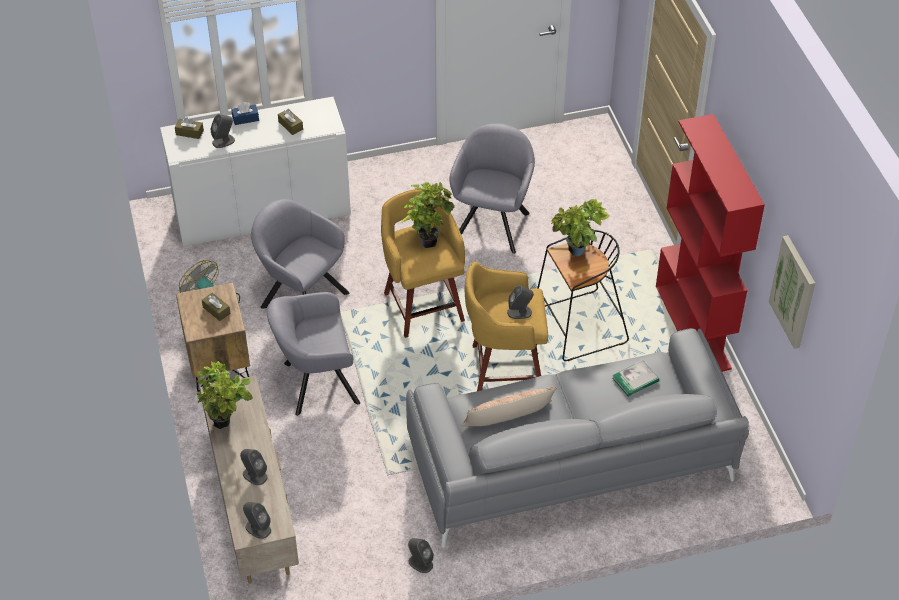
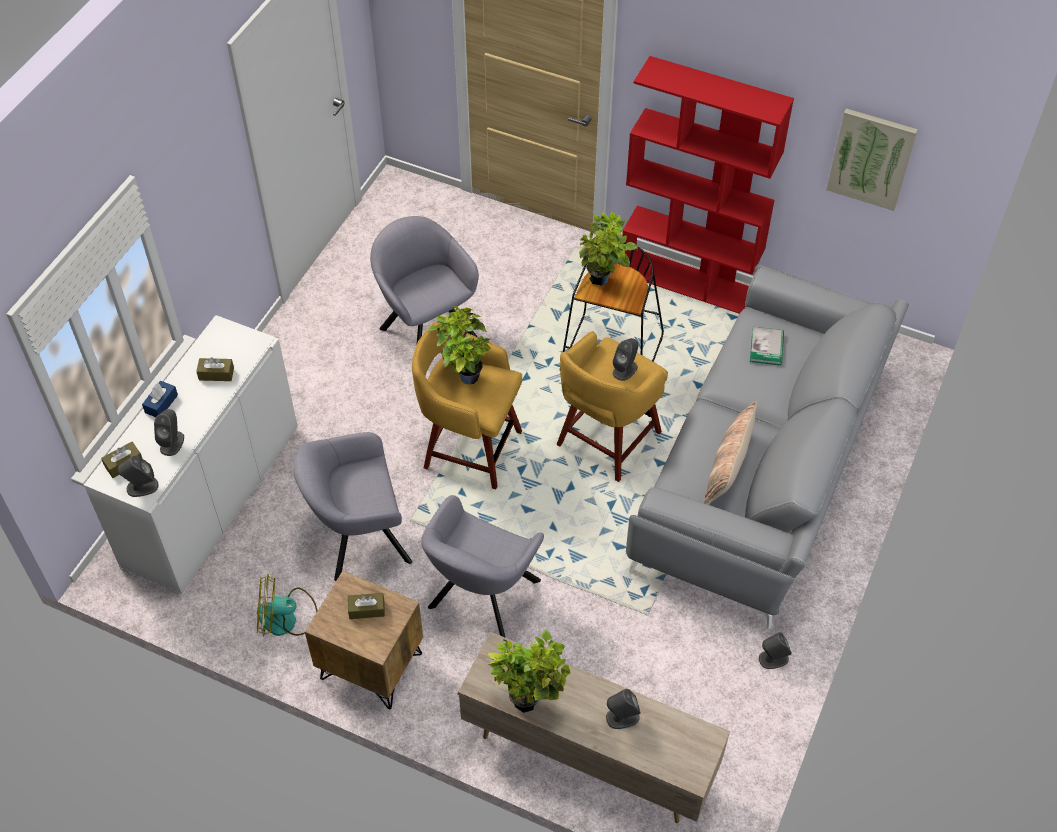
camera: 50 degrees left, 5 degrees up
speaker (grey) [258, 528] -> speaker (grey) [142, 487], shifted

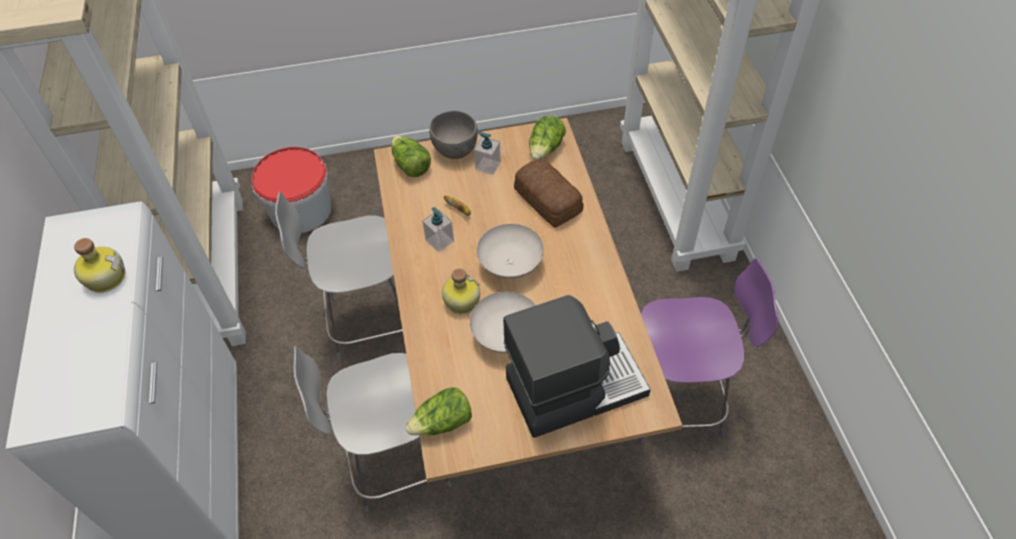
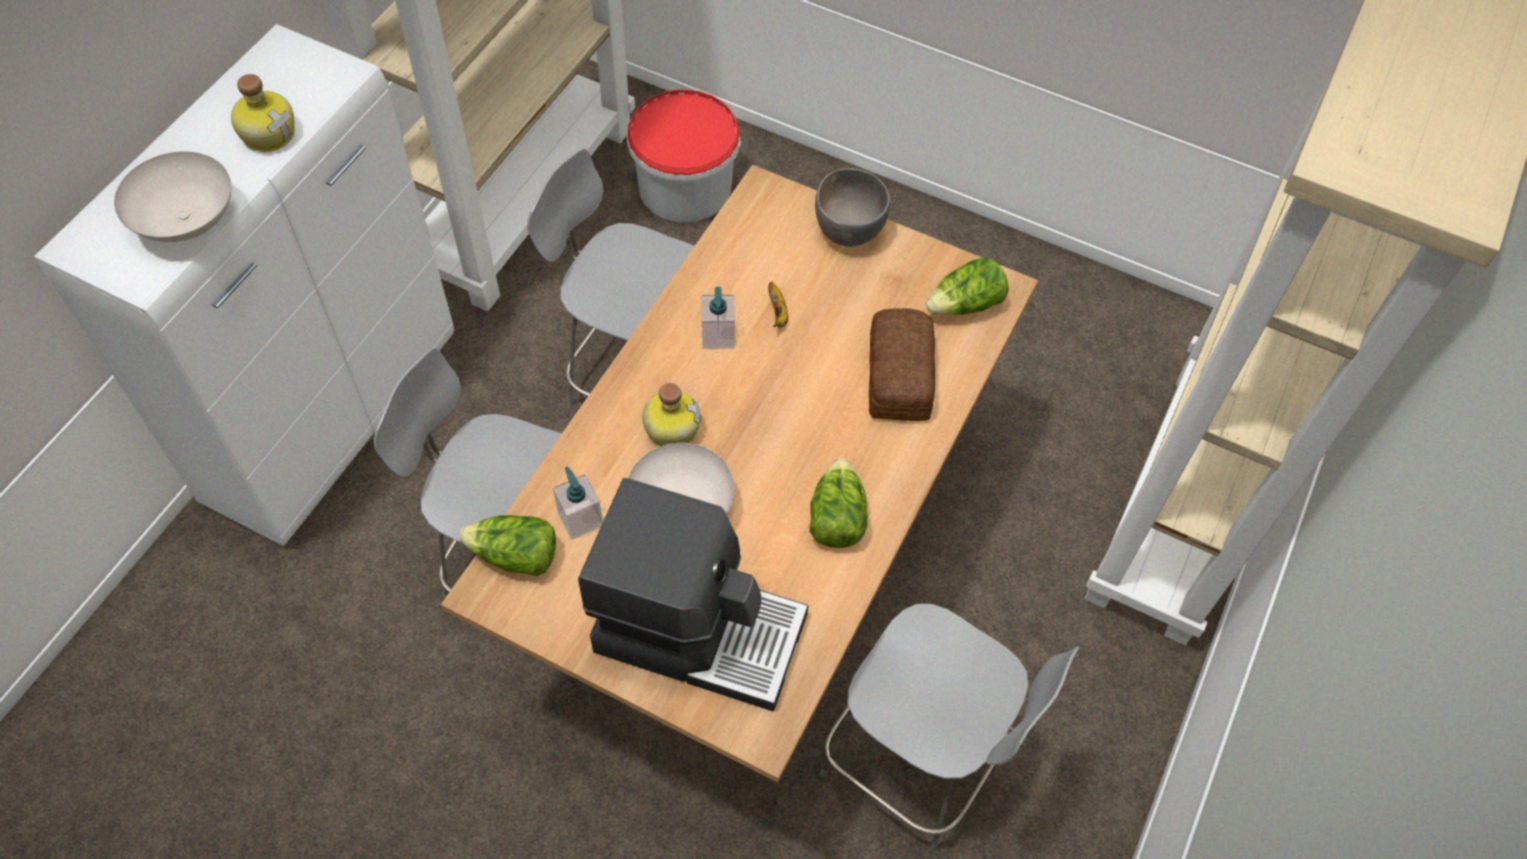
camera: 35 degrees right, 5 degrees up
lettuce [410, 165] -> lettuce [836, 517], shifted
soap dispenser [488, 166] -> soap dispenser [580, 519], shifted
bowl (white) [510, 265] -> bowl (white) [185, 222], shifted
chair (purple) [675, 401] -> chair (grey) [916, 763]

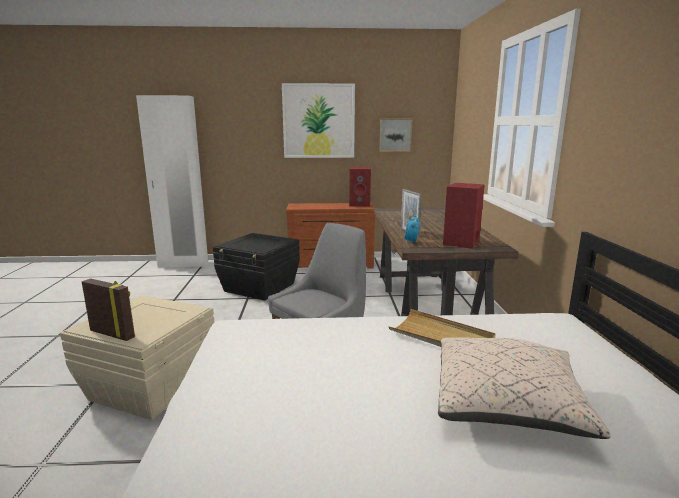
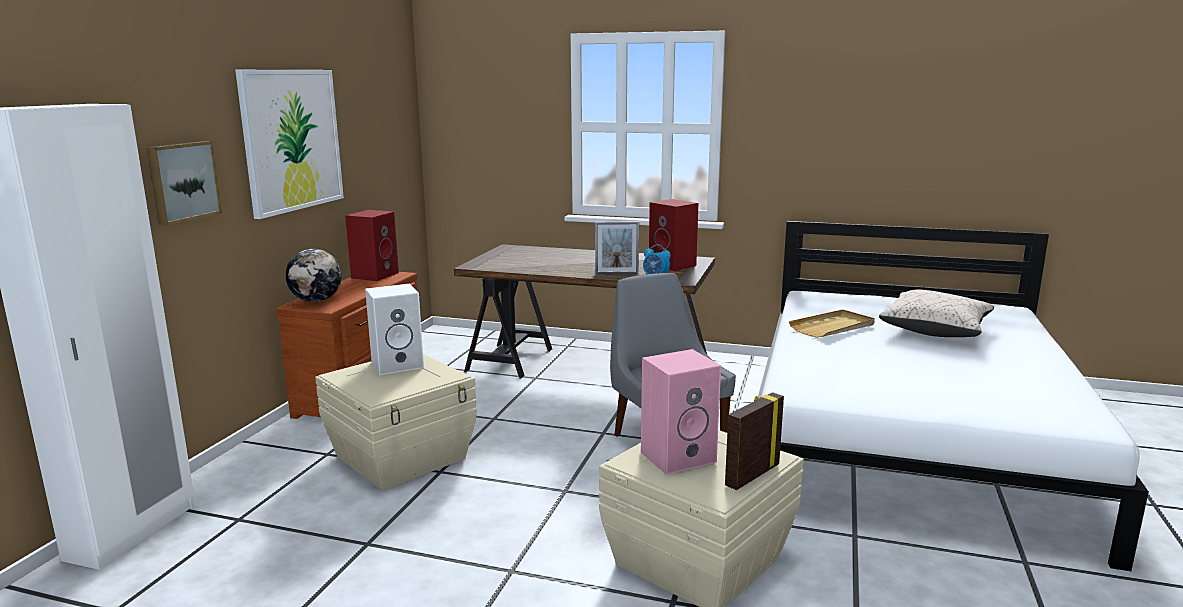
camera: 70 degrees left, 0 degrees up
none -> globe [316, 301]
none -> speaker (white) [398, 364]
none -> speaker (pink) [679, 456]
picture [395, 134] -> picture [182, 181], shifted
storage box (black) [259, 287] -> storage box (beige) [402, 457]

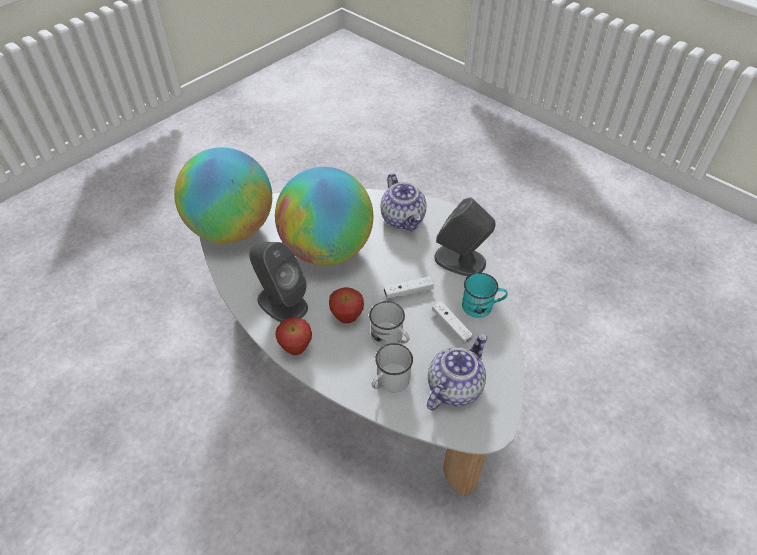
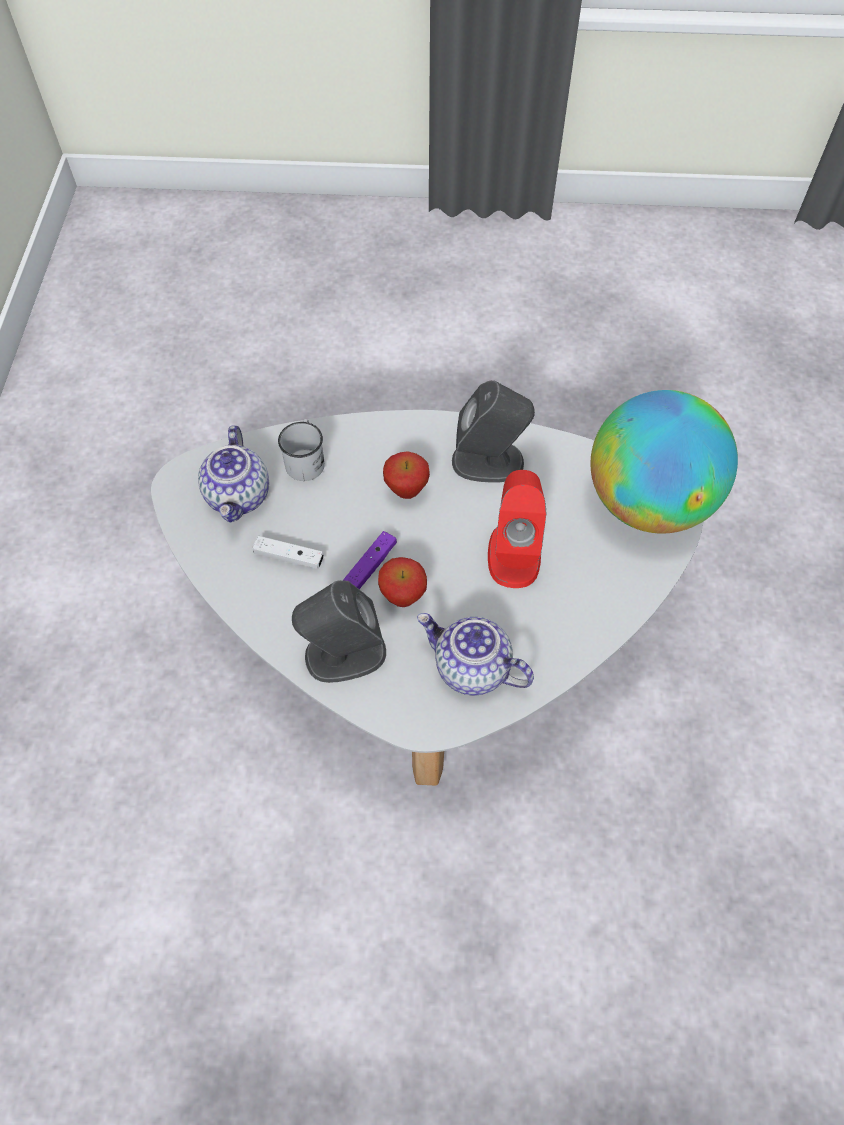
camera: 140 degrees right, 10 degrees up
mug (white) [390, 338] -> none
mug (turquoise) [482, 306] -> none
apple [296, 349] -> apple [403, 597], shifted
globe [327, 250] -> speaker (red) [514, 553]
game controller (white) [408, 291] -> game controller (purple) [370, 566]

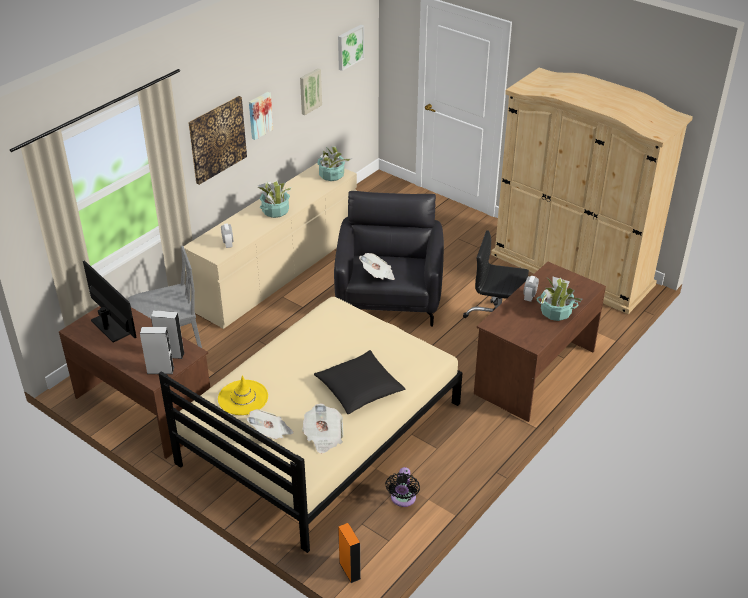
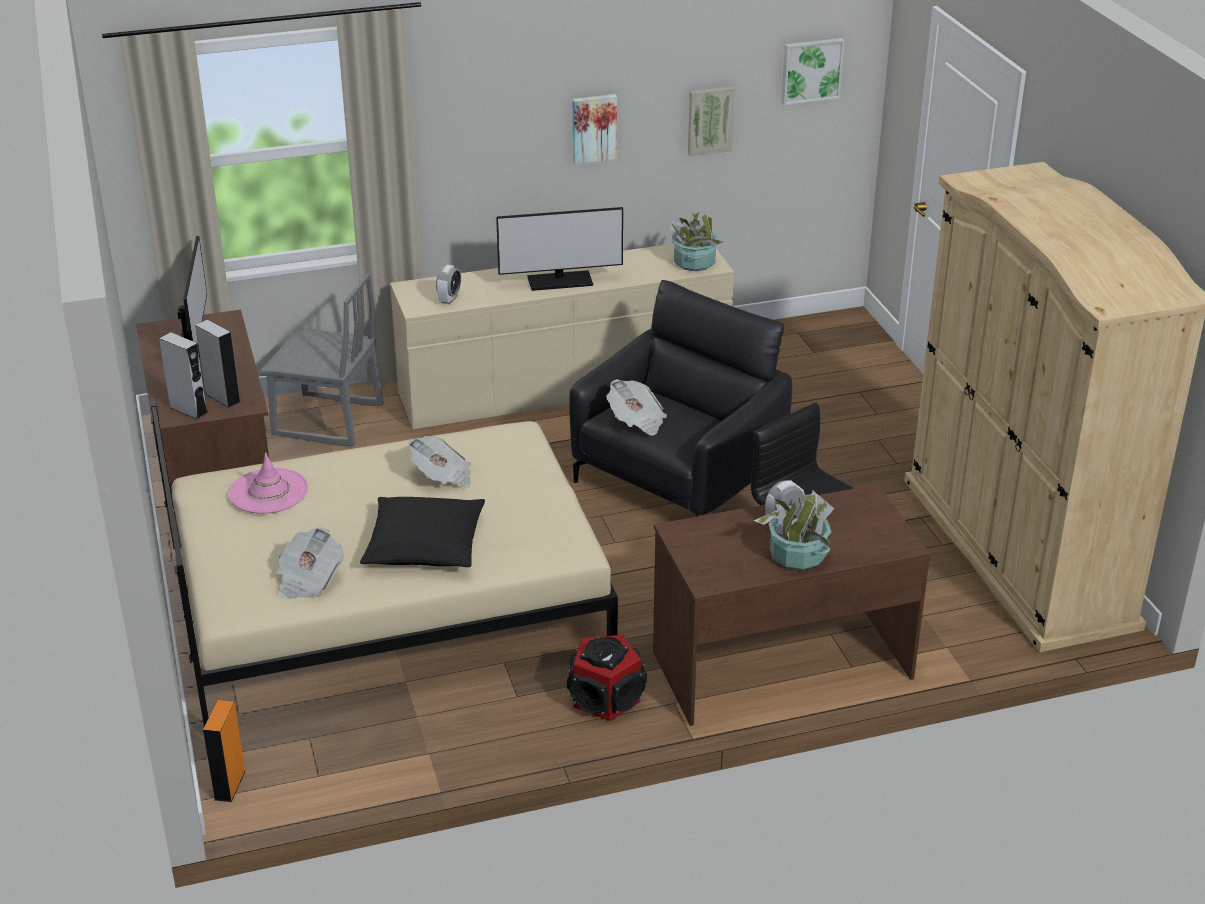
camera: 35 degrees right, 5 degrees down
picture [217, 139] -> none
fan (black) [403, 499] -> none
none -> speaker [606, 698]
newspaper [271, 433] -> newspaper [443, 477], shifted
potted plant [275, 211] -> monitor [560, 281]
hat (yellow) [243, 398] -> hat (pink) [268, 491]

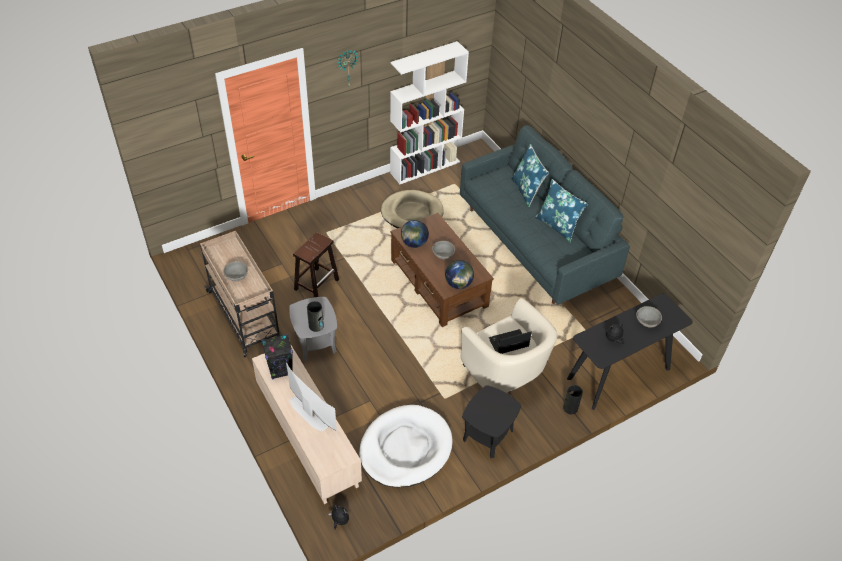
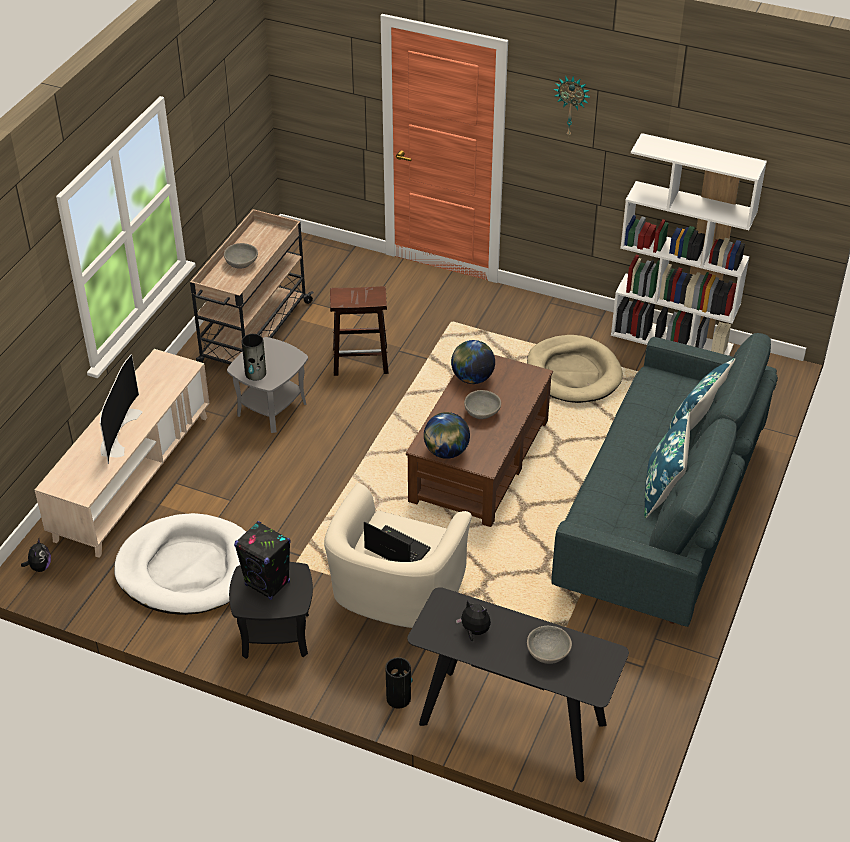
camera: 55 degrees right, 5 degrees down
speaker (black) [280, 370] -> speaker (black) [267, 584], shifted

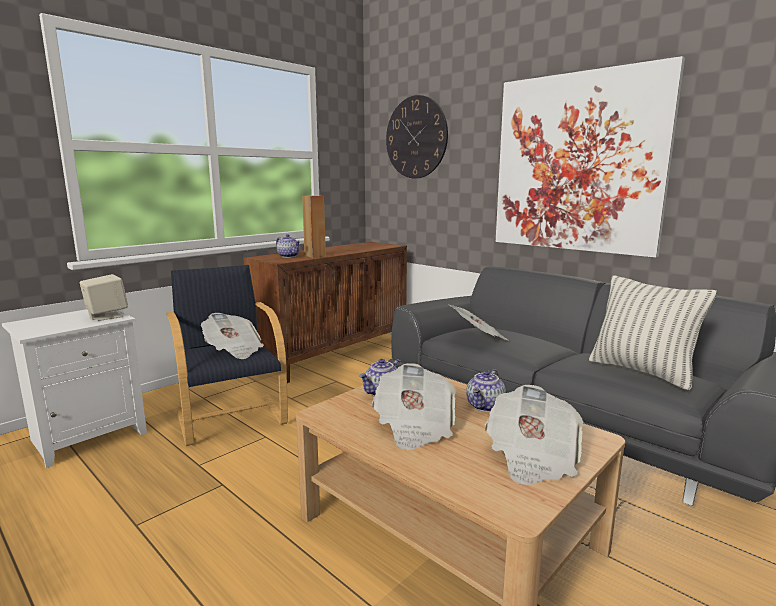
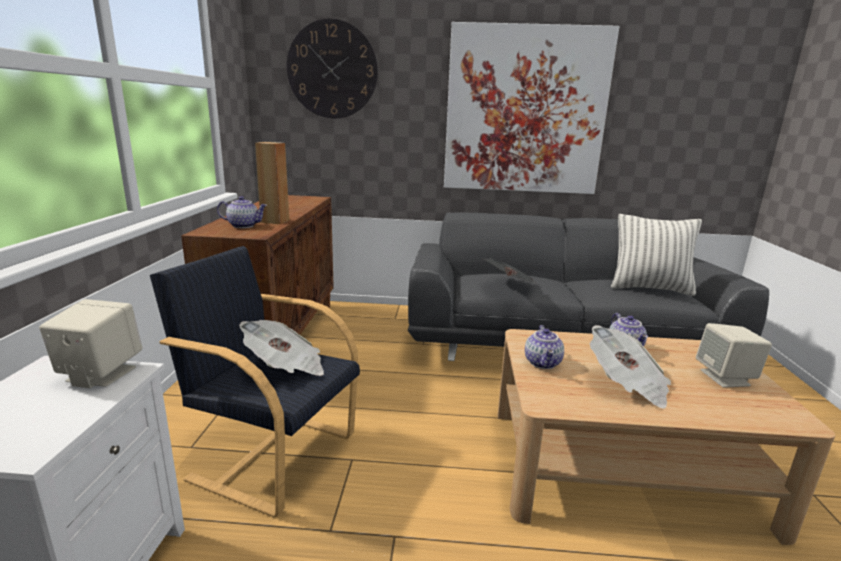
camera: 40 degrees left, 5 degrees up
newspaper [531, 458] -> speaker (beige) [725, 378]

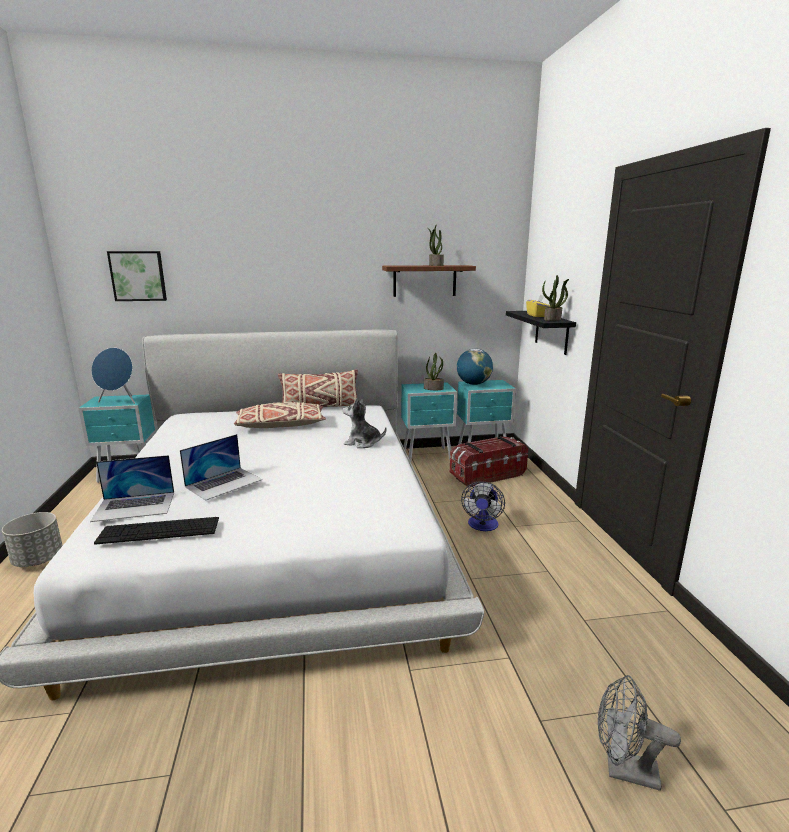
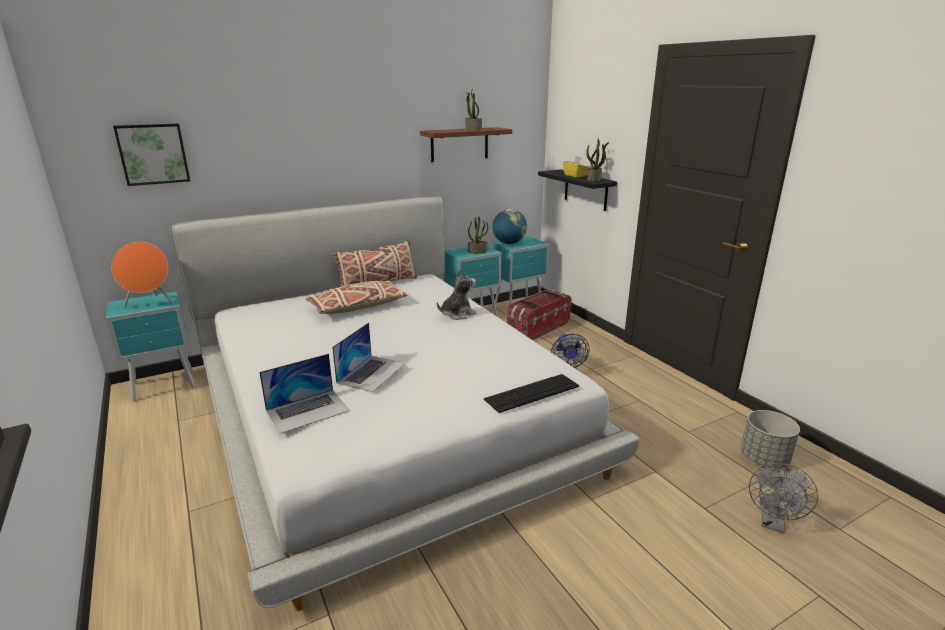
camera: 20 degrees left, 5 degrees up
planter (grey) [38, 559] -> planter (grey) [763, 459], shifted
keyboard [159, 530] -> keyboard [532, 393], shifted
speaker (blue) [119, 401] -> speaker (orange) [150, 304]
plush toy [362, 443] -> plush toy [457, 314], 150 degrees clockwise
fan (grey) [623, 770] -> fan (grey) [773, 523], 60 degrees counterclockwise

